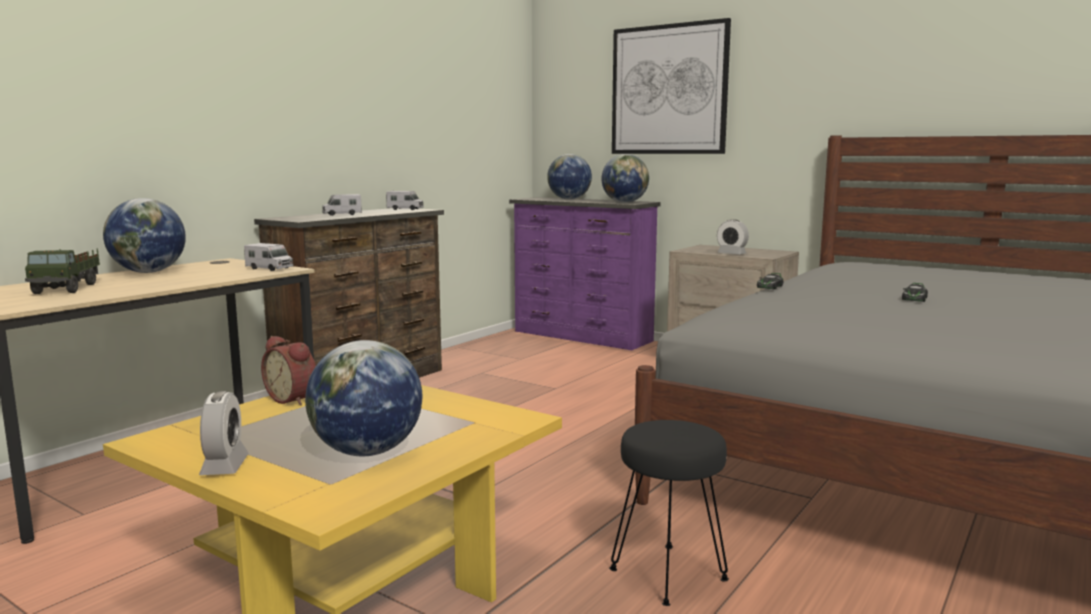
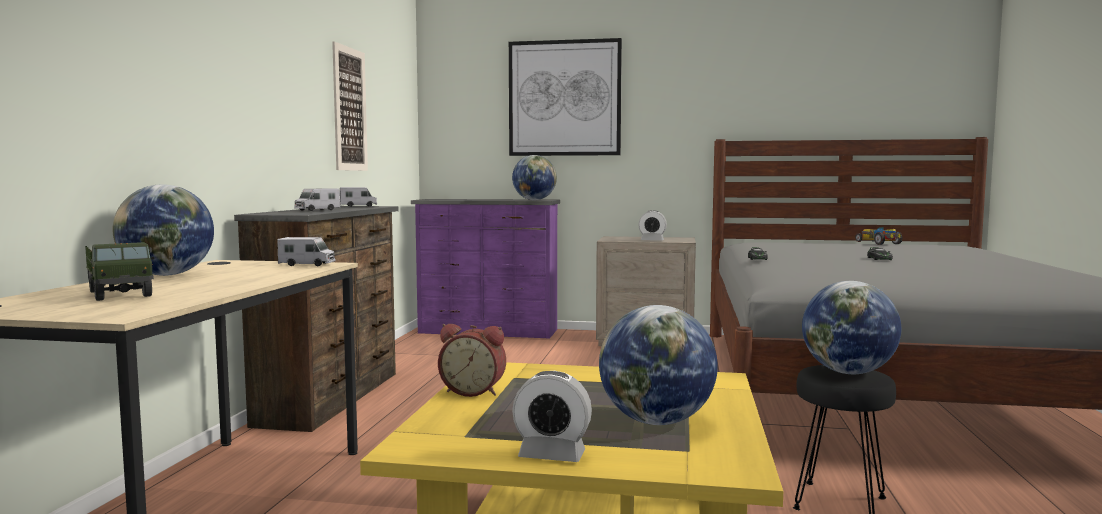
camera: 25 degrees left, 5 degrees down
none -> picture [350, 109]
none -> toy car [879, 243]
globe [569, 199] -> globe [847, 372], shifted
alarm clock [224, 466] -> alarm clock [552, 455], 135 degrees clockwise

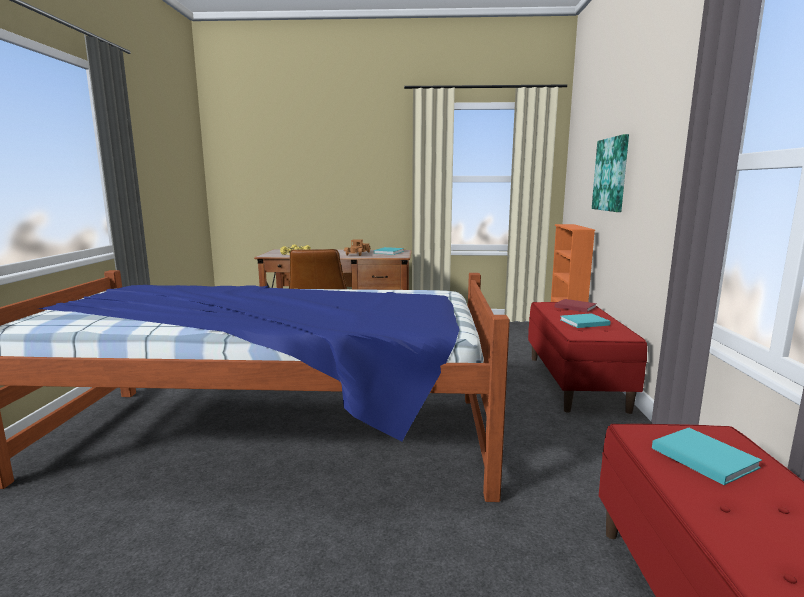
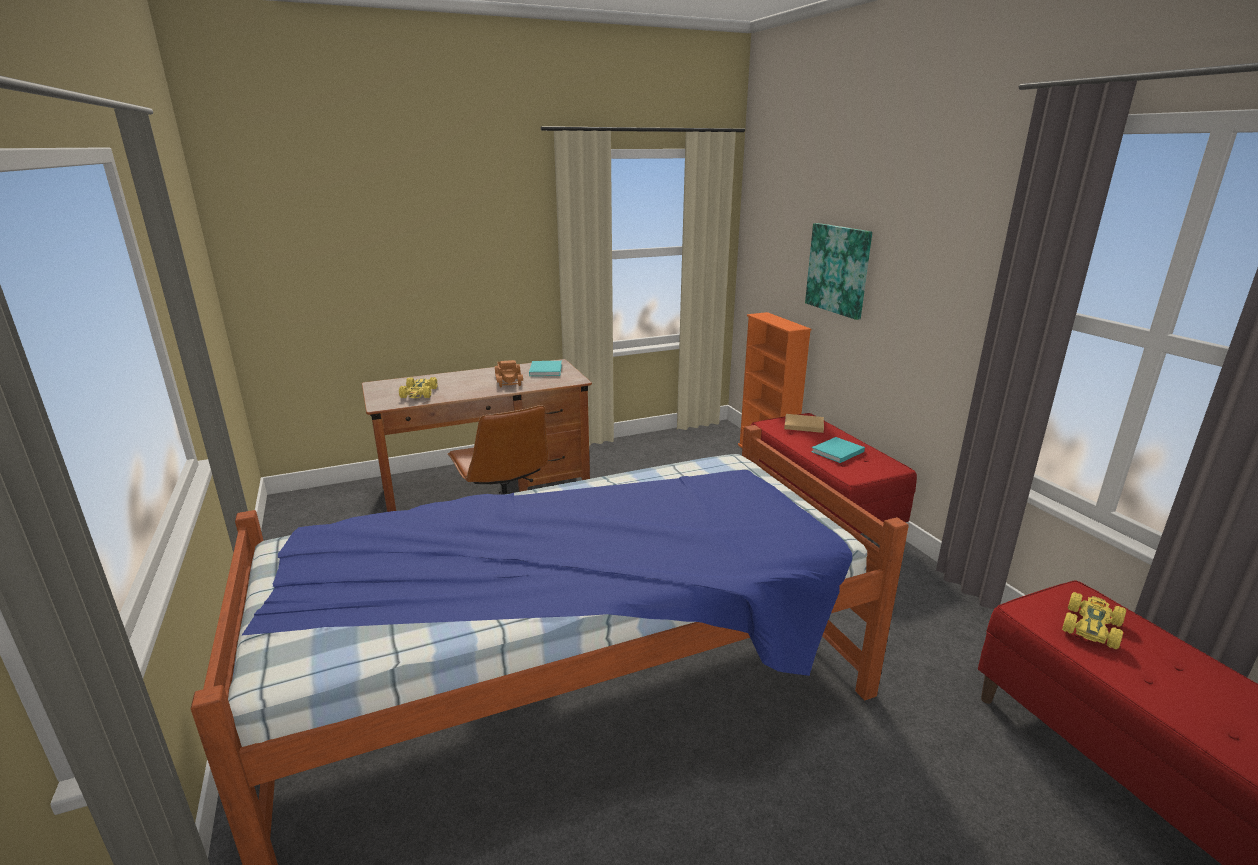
camera: 25 degrees left, 10 degrees up
book (turquoise) [701, 456] -> toy car (yellow) [1091, 626]
book (red) [574, 307] -> book (beige) [802, 425]

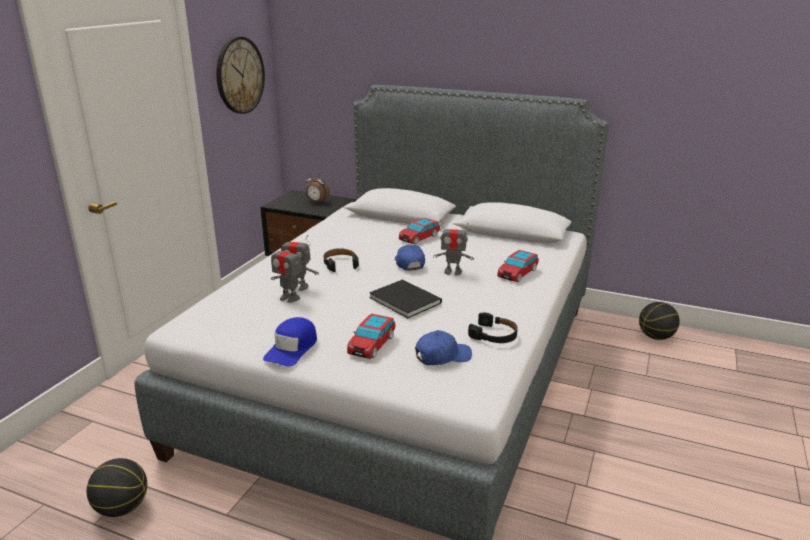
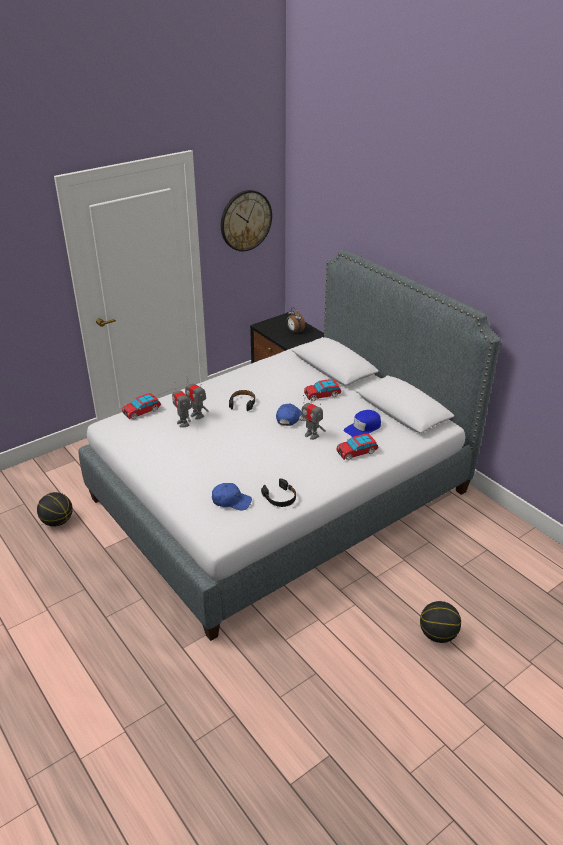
camera: 30 degrees right, 10 degrees up
book (black) [405, 299] -> none
cap (blue) [292, 348] -> cap (blue) [363, 428], shifted
toy car [372, 344] -> toy car [142, 411], shifted
basketball [656, 337] -> basketball [438, 635], shifted

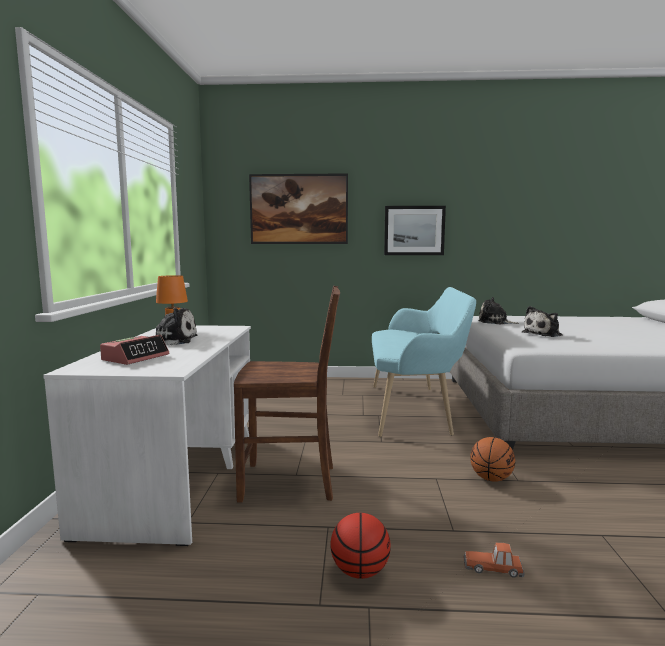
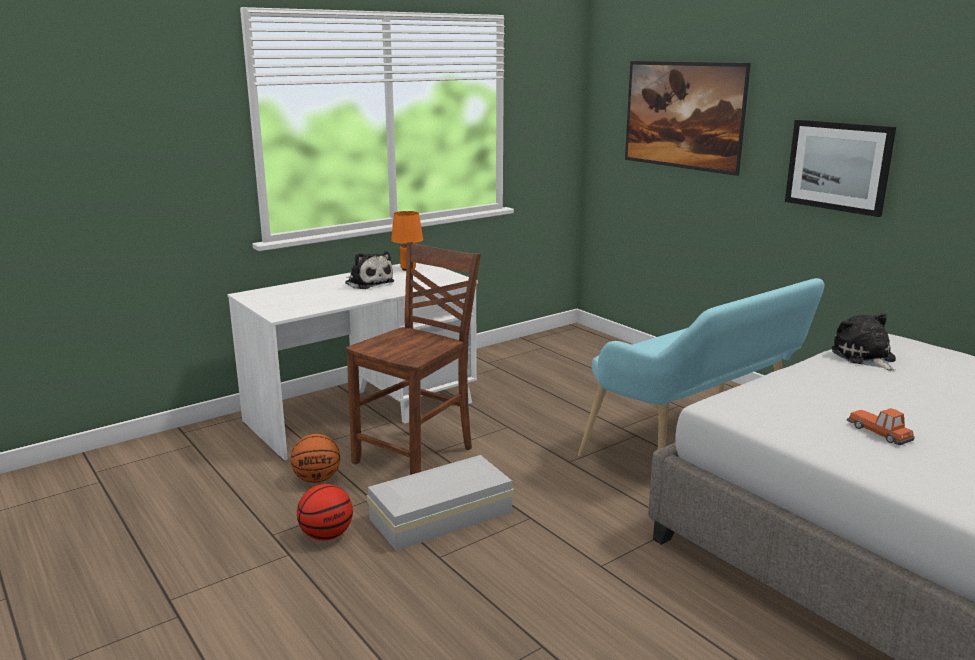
camera: 50 degrees right, 10 degrees up
alarm clock [136, 357] -> none
plush toy [544, 334] -> none
none -> storage box (white) [444, 516]
toy car [493, 568] -> toy car [879, 432], shifted
basketball [491, 478] -> basketball [317, 479], shifted
chair (brown) [290, 483] -> chair (brown) [417, 456], 105 degrees counterclockwise

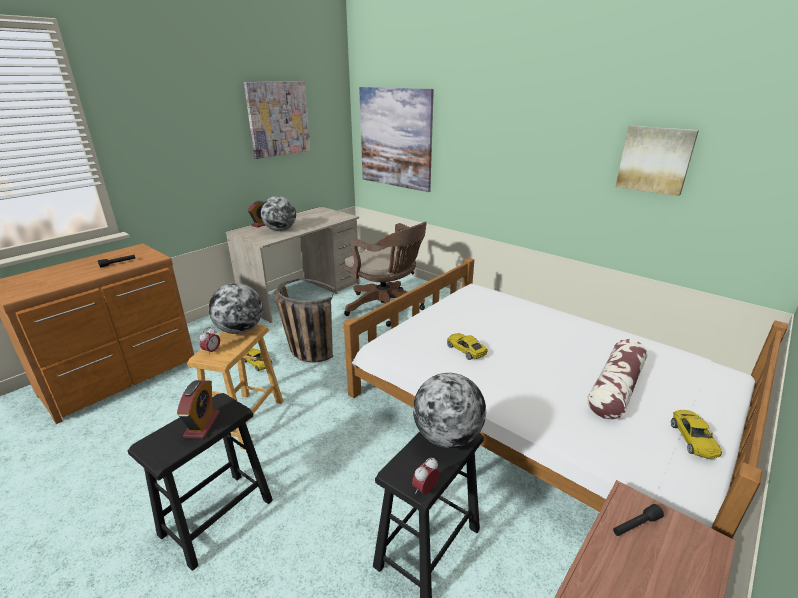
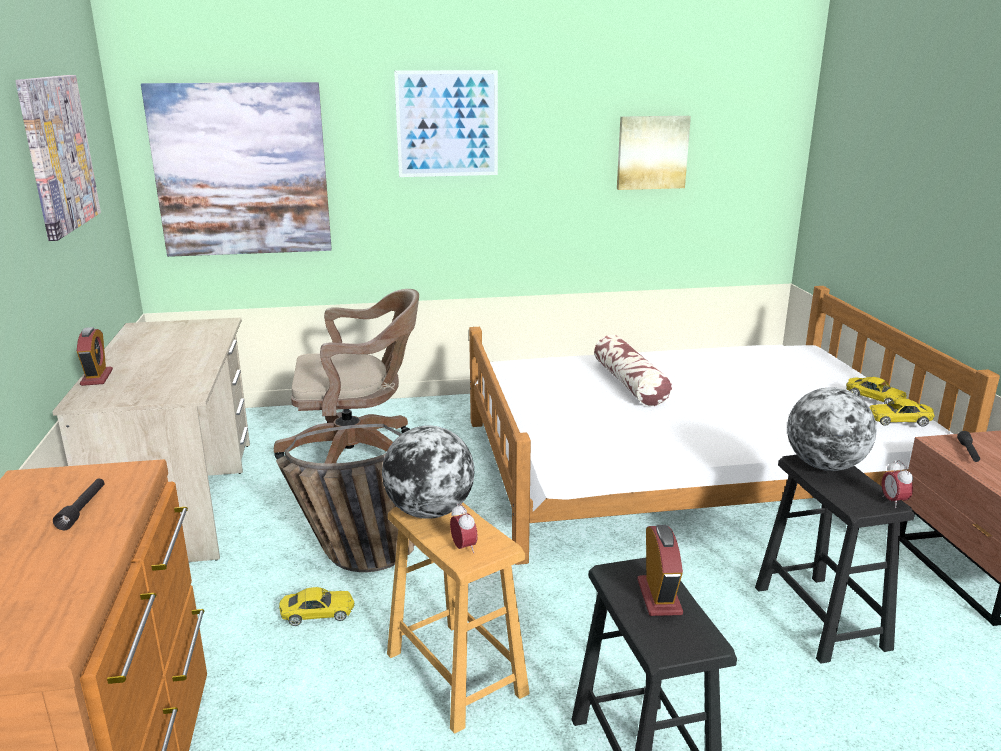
camera: 50 degrees left, 5 degrees down
globe [280, 230] -> none
none -> picture [447, 124]
toy car (yellow) [466, 350] -> toy car (yellow) [899, 420], shifted
pillow [615, 388] -> pillow [630, 384], shifted
alarm clock [202, 425] -> alarm clock [659, 597], 45 degrees clockwise

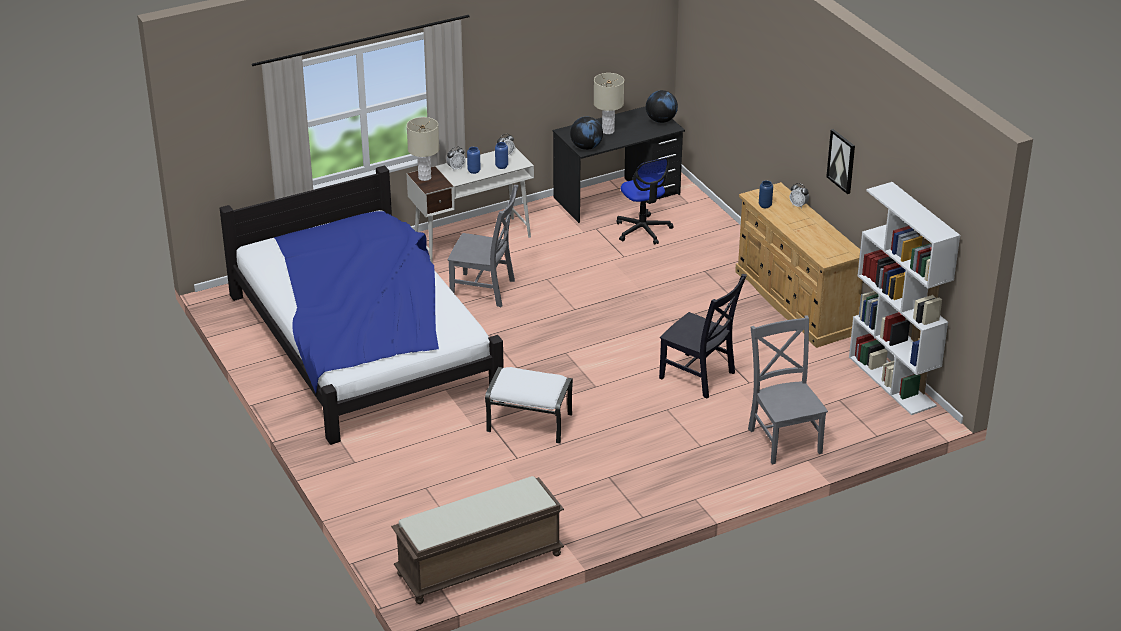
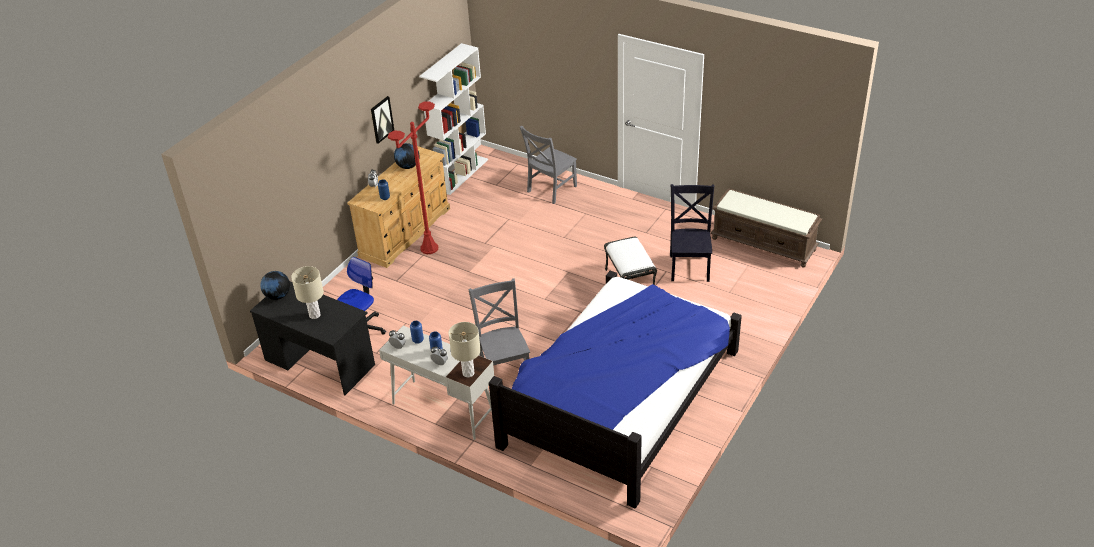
camera: 120 degrees left, 5 degrees up
none -> floor lamp (red) [429, 248]
globe [586, 147] -> globe [408, 166], shifted
chair (black) [699, 377] -> chair (black) [690, 266], shifted

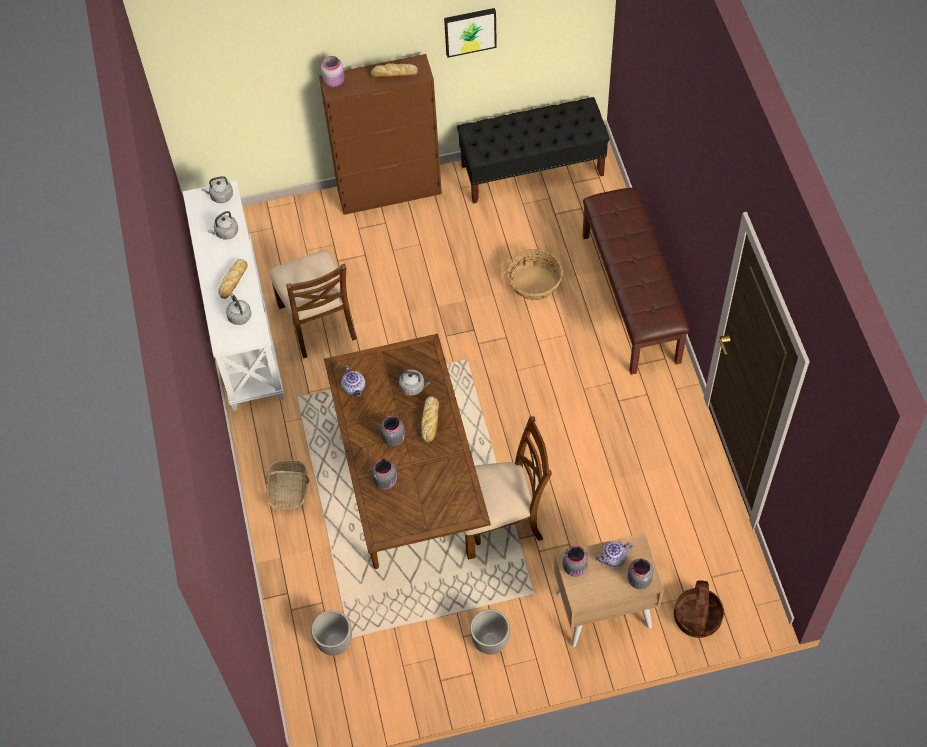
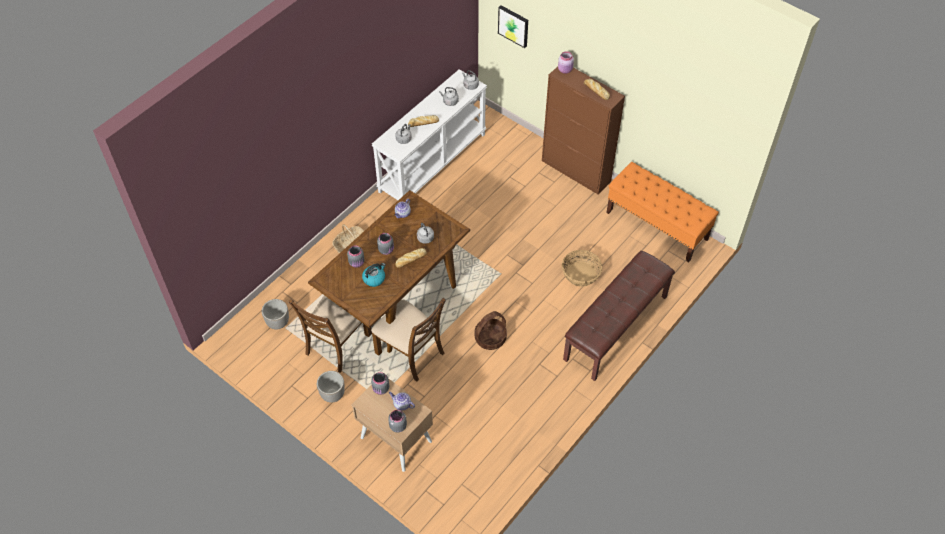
camera: 50 degrees right, 5 degrees down
none -> kettle [374, 278]
chair (brown) [318, 322] -> chair (brown) [337, 344], shifted
picture [470, 31] -> picture [513, 25], shifted
basket [697, 617] -> basket [490, 338], shifted
bench (black) [532, 170] -> bench (orange) [657, 226]

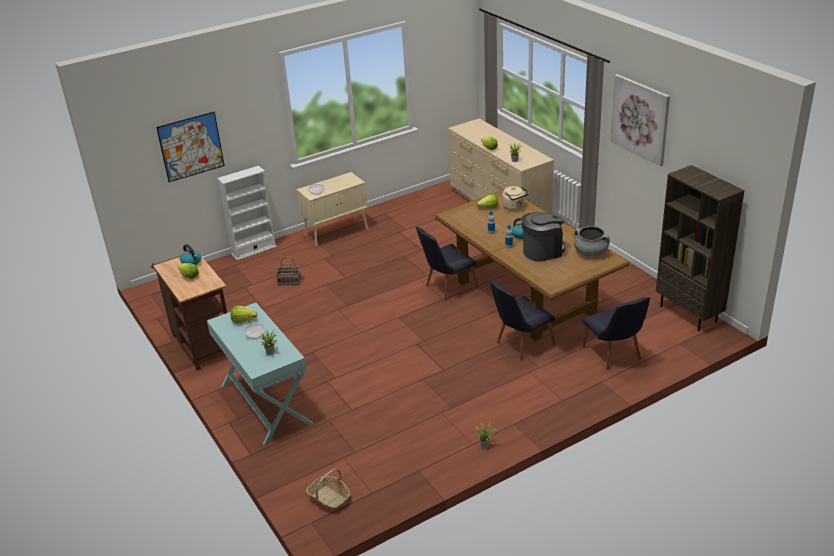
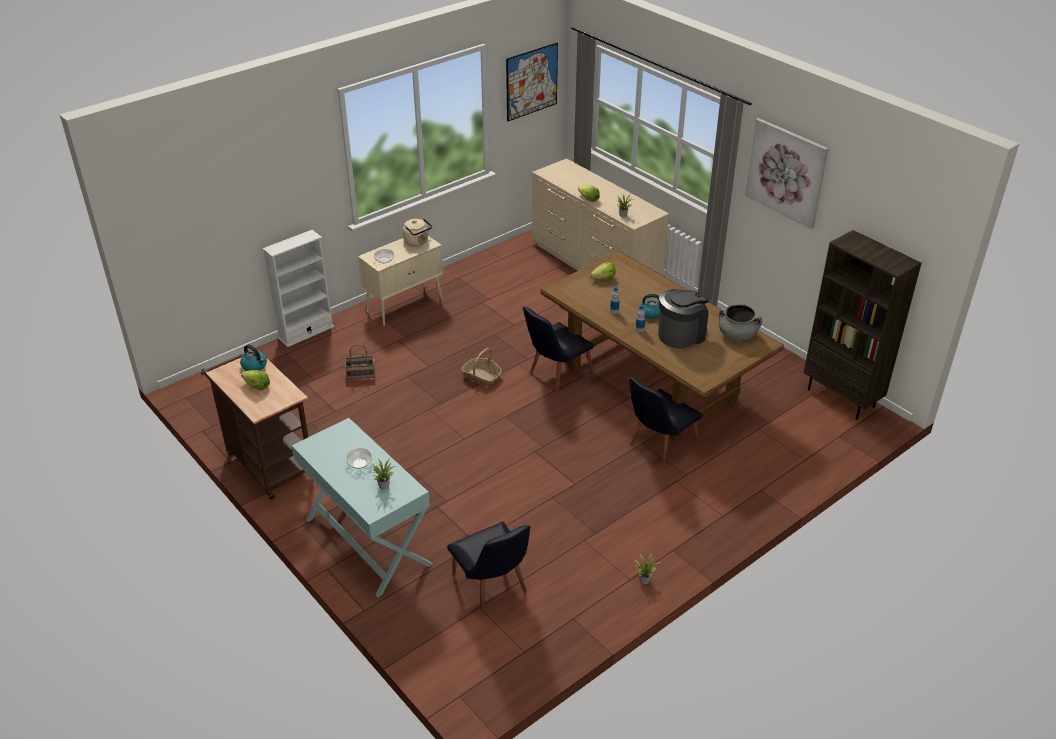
camera: 10 degrees left, 5 degrees up
lettuce [243, 320] -> none
picture [191, 146] -> picture [531, 81], shifted
basket [329, 498] -> basket [482, 376], shifted
kettle (beige) [514, 207] -> kettle (beige) [417, 242], shifted
chair (black) [614, 355] -> chair (black) [493, 588], shifted

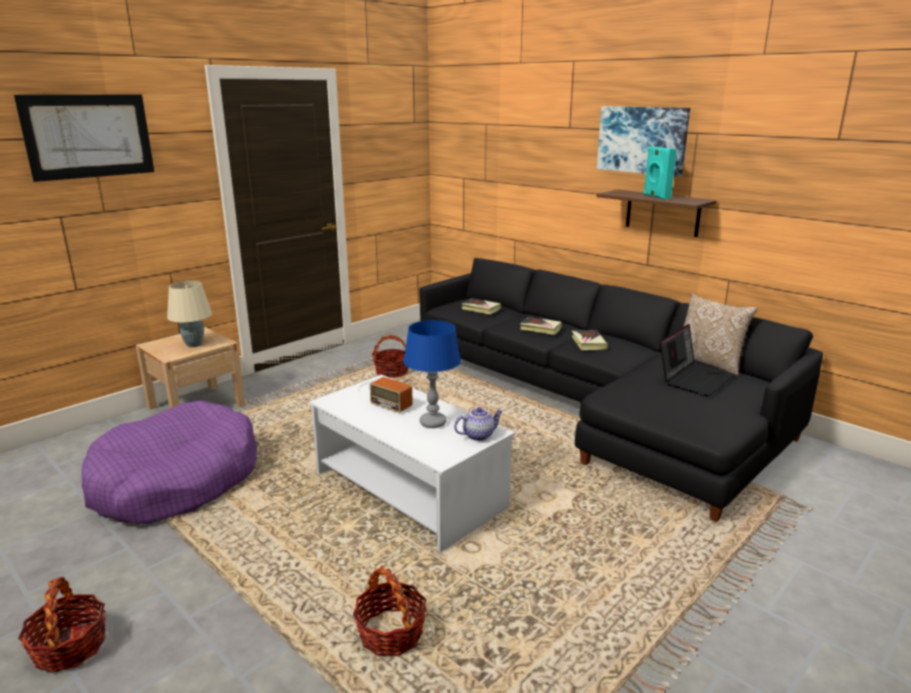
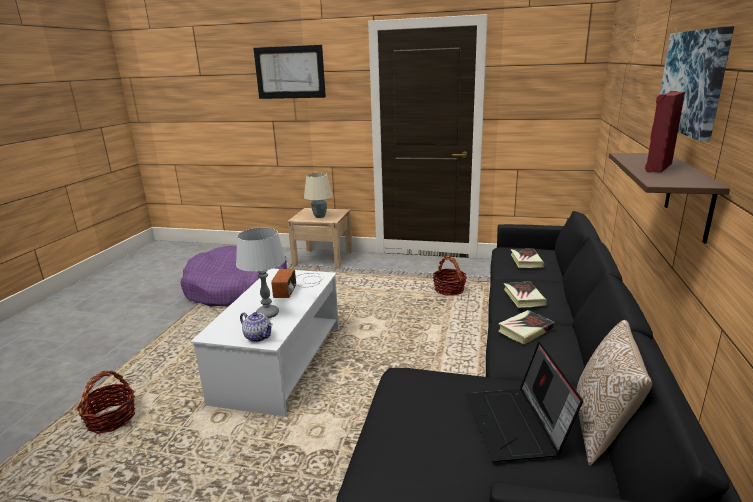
camera: 60 degrees right, 0 degrees up
basket [70, 647] -> none
table lamp (blue) [433, 423] -> table lamp (grey) [267, 314]
speaker (turquoise) [655, 196] -> speaker (red) [657, 167]
laptop [694, 378] -> laptop [517, 425], 75 degrees clockwise

